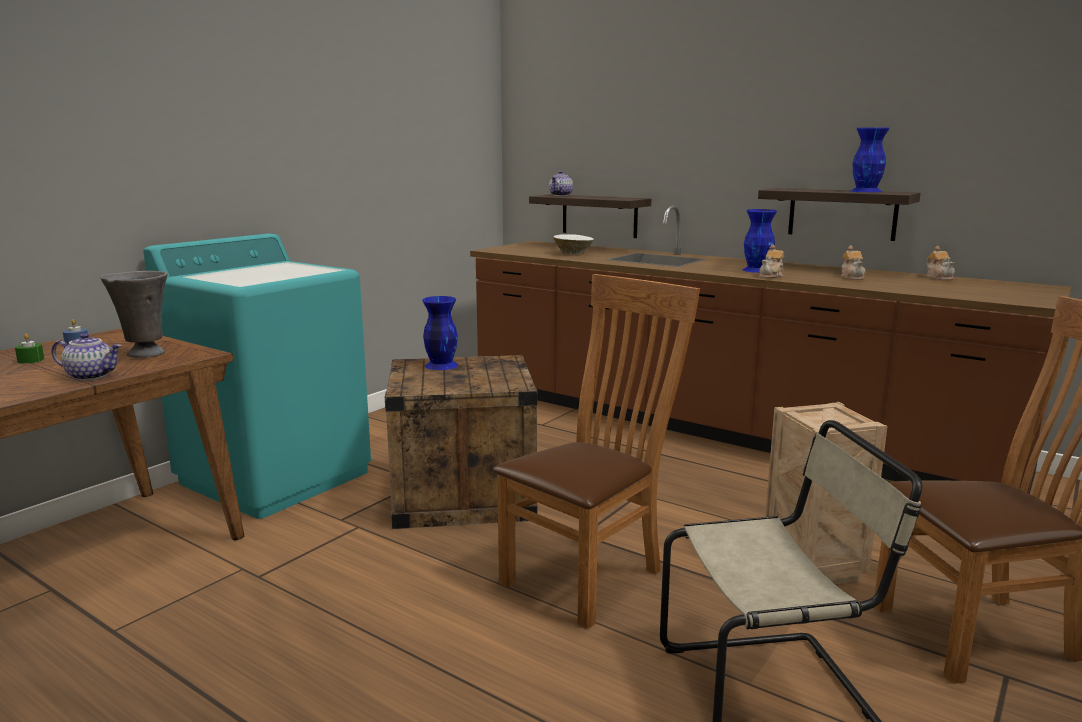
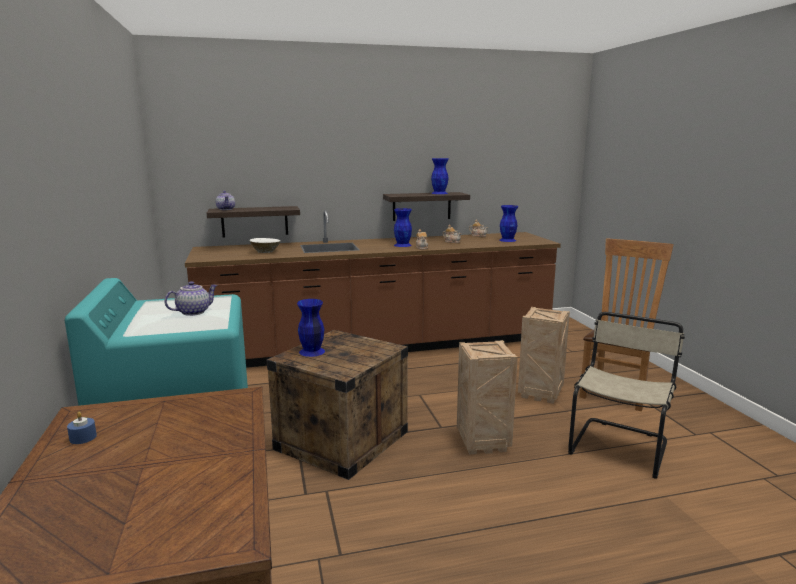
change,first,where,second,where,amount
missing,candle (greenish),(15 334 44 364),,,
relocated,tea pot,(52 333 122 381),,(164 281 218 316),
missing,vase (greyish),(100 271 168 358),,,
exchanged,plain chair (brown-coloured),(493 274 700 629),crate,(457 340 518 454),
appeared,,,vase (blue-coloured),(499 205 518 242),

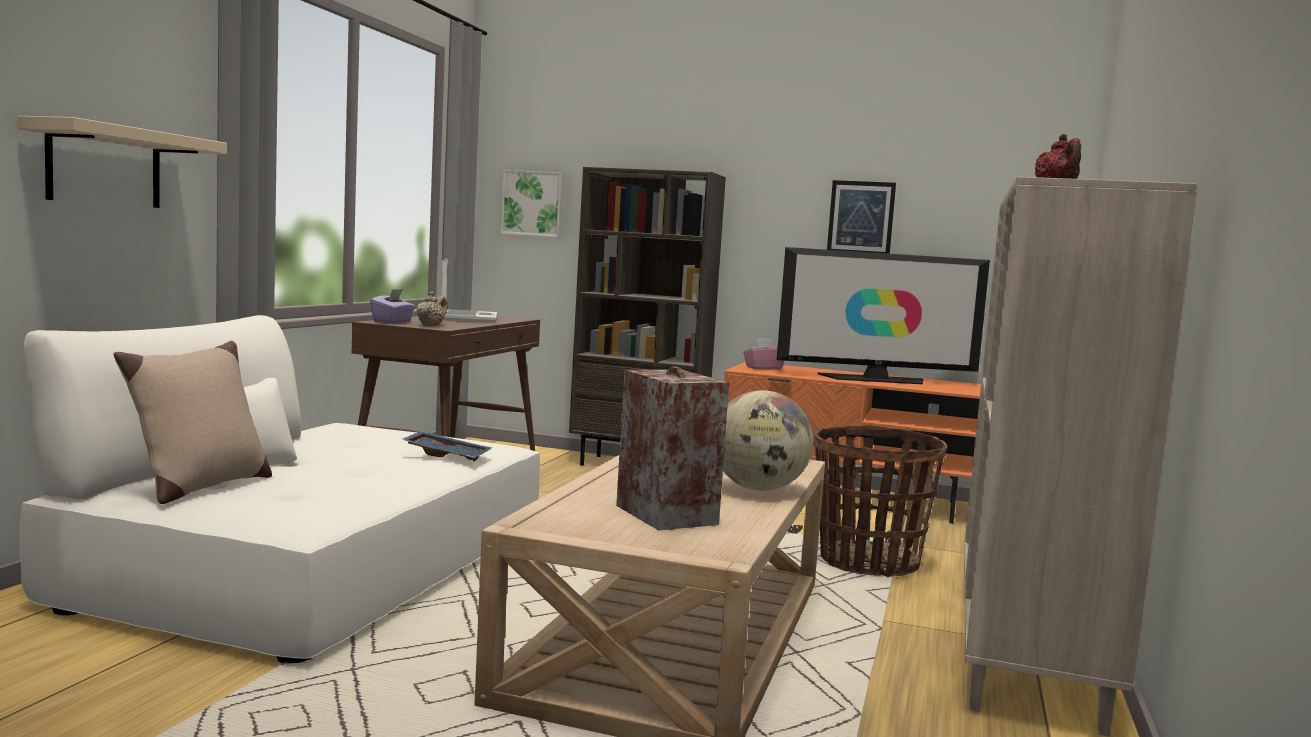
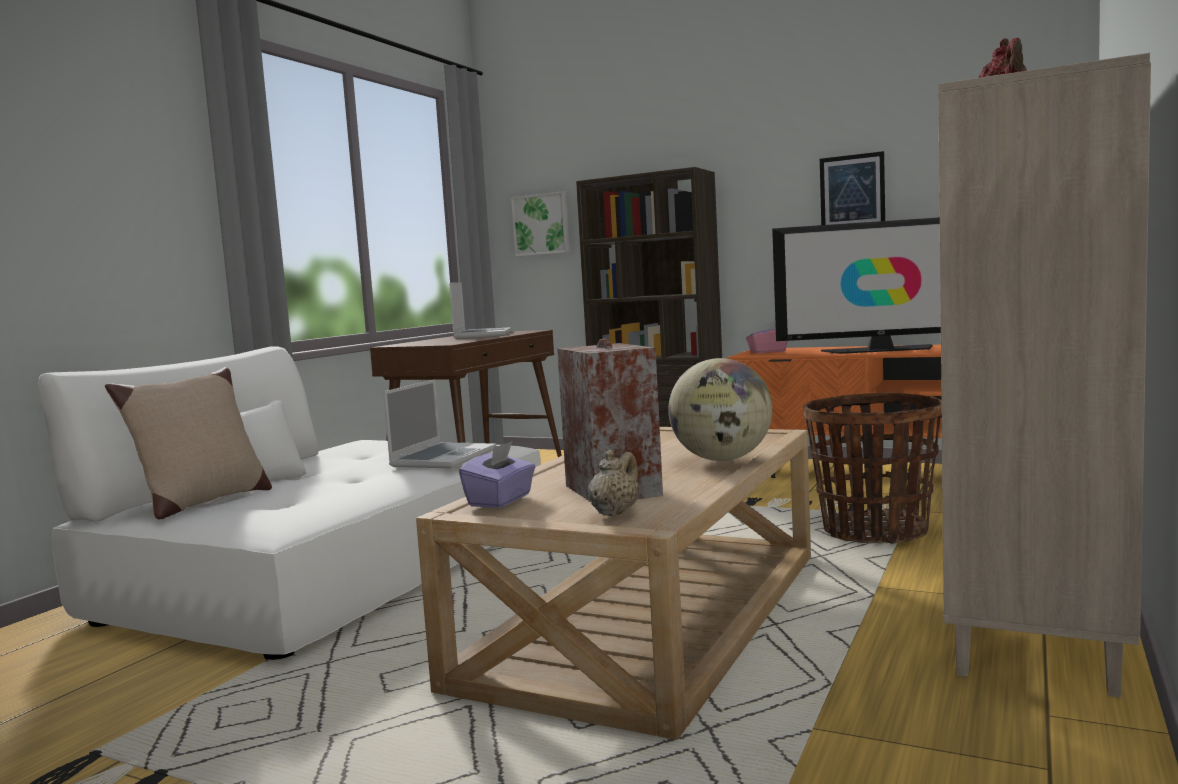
change,first,where,second,where,amount
missing,shelf (sand-coloured),(18 116 227 208),,,
relocated,box of tissues (purplish),(370 289 415 324),,(459 441 535 508),
exchanged,carrying tray (blue-coloured),(401 431 492 461),portable computer,(383 379 496 468),
relocated,tea pot (sand-coloured),(417 292 448 326),,(588 450 638 517),

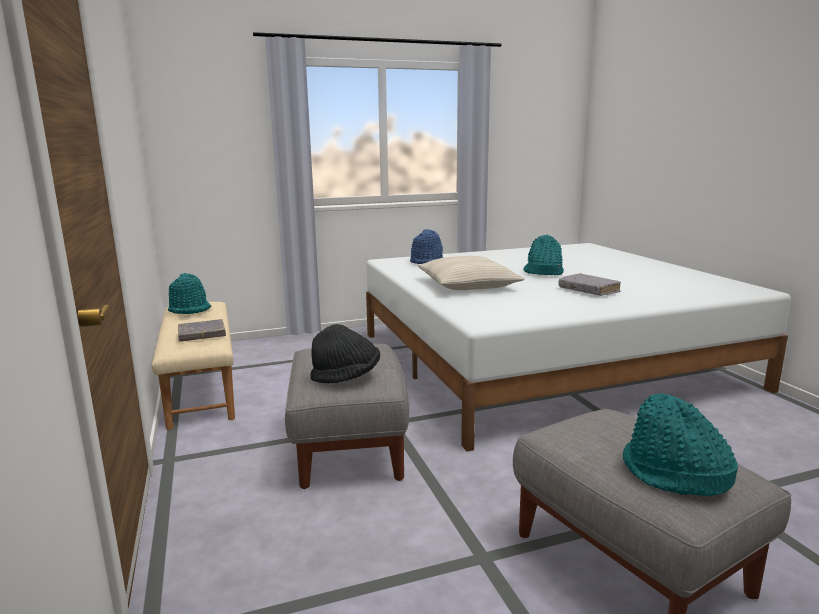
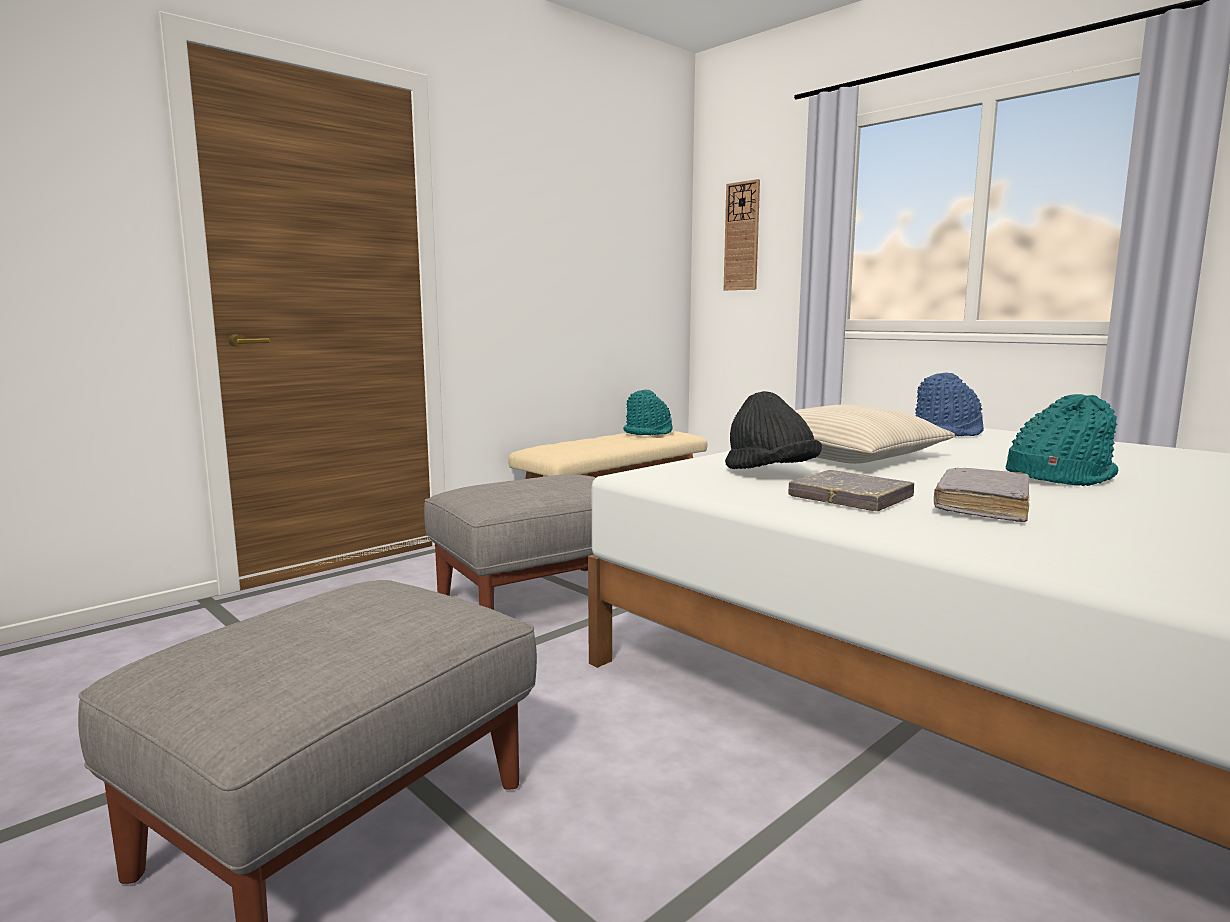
change,first,where,second,where,amount
relocated,volume (greyish),(178 319 226 342),,(788 470 914 511),
relocated,hat (black-coloured),(310 324 380 383),,(725 391 822 469),
missing,hat (blue-green),(623 393 738 496),,,
appeared,,,clock on the wall,(724 179 760 290),

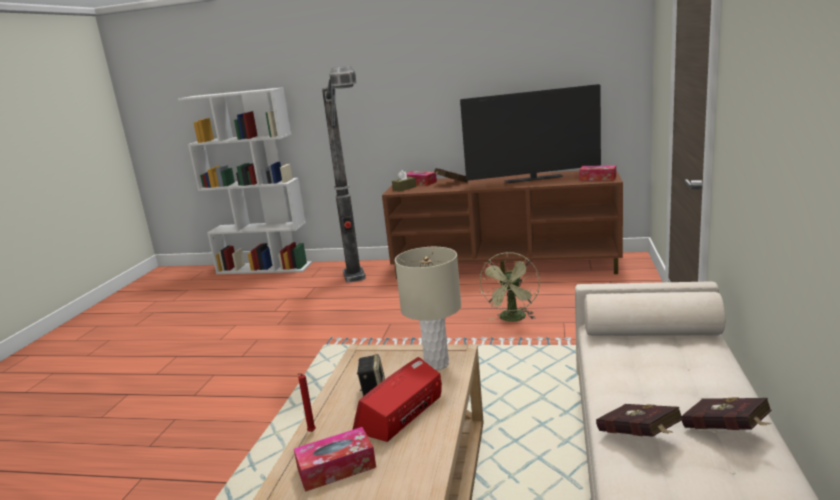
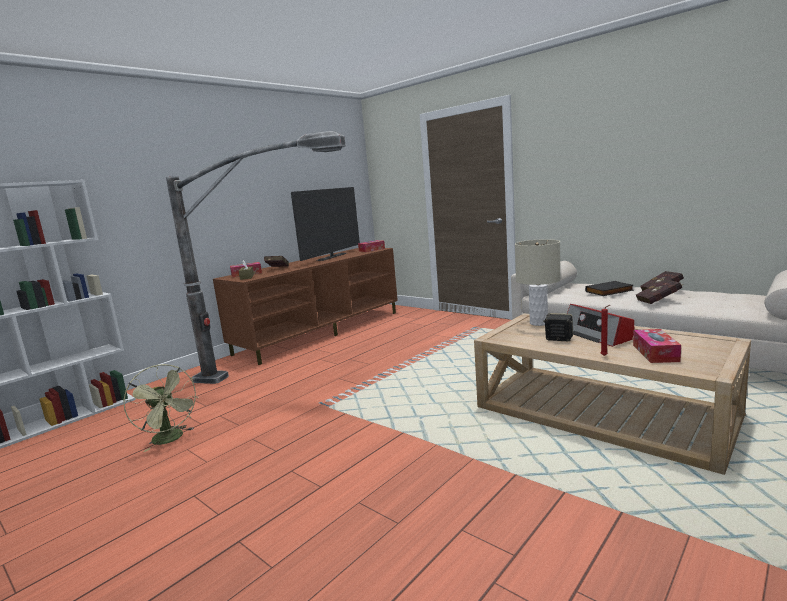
change,first,where,second,where,amount
relocated,fan (greenish),(479 252 540 322),,(123 364 199 452),
appeared,,,volume (black-coloured),(585 281 633 296),

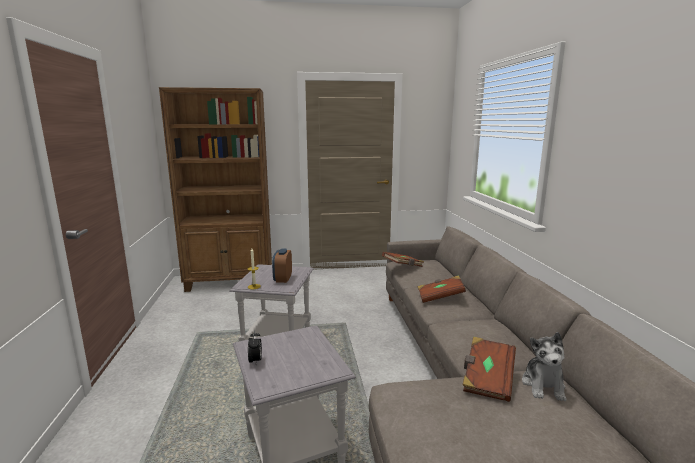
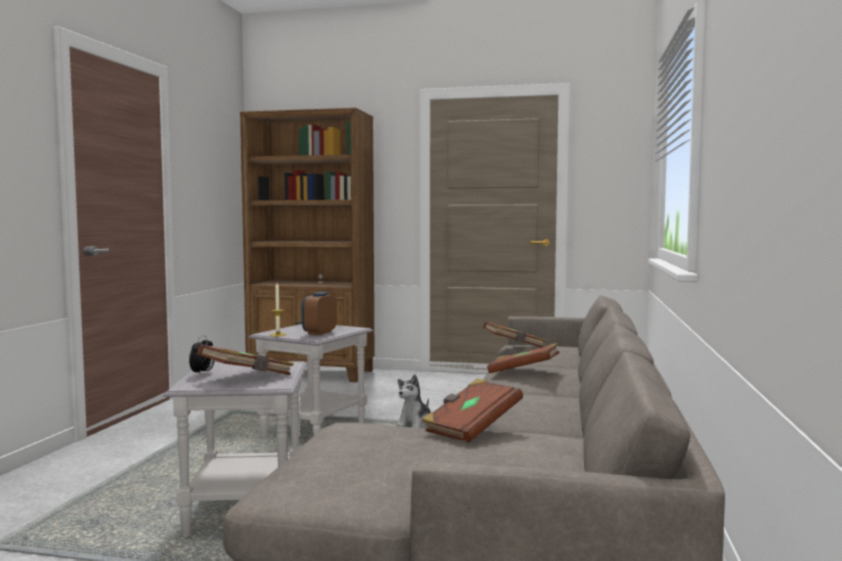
change,first,where,second,where,amount
relocated,soft toy,(522 332 567 401),,(396 374 431 428),
appeared,,,volume (brown-coloured),(197 345 294 375),

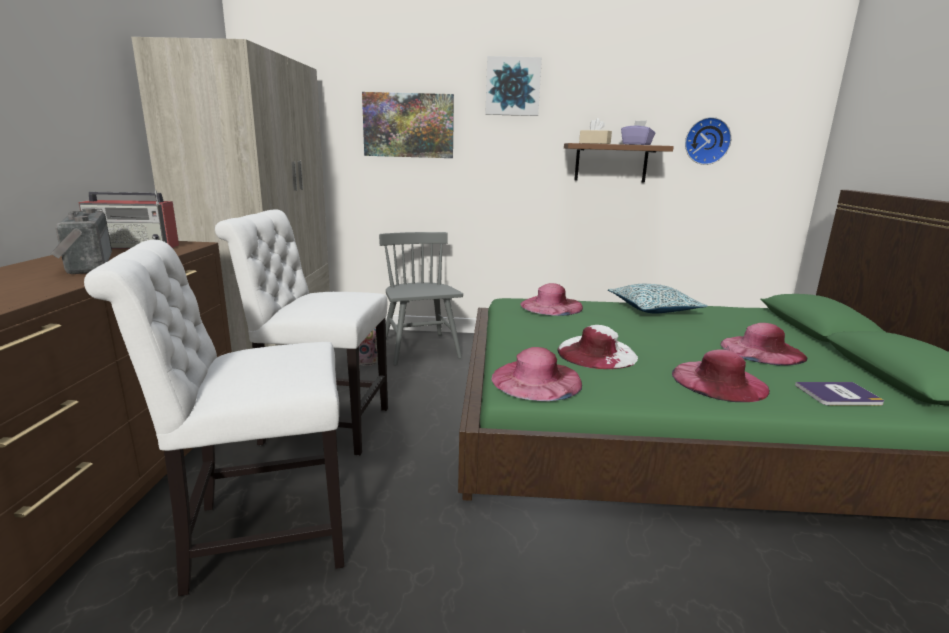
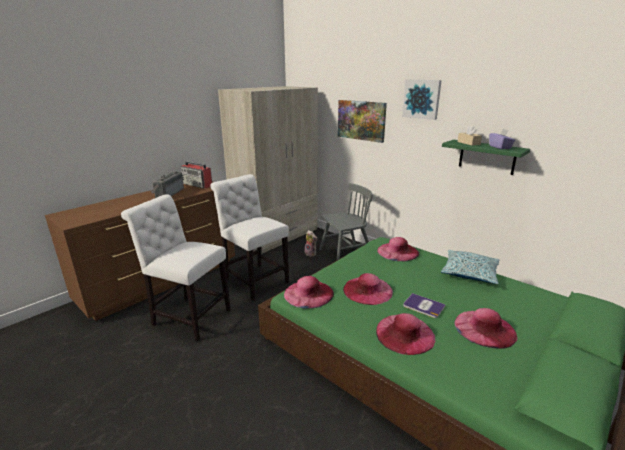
change,first,where,second,where,amount
spun,plain chair (greyish),(379 232 463 366),,(319 183 373 261),45 degrees clockwise
colour,hat (whitish),(557 325 638 369),hat (pink-coloured),(343 273 393 305),
colour,shelf (brown-coloured),(564 143 674 183),shelf (greenish),(442 140 530 175),
missing,clock on the wall,(685 117 732 165),,,
relocated,volume,(795 382 884 406),,(403 293 445 318),

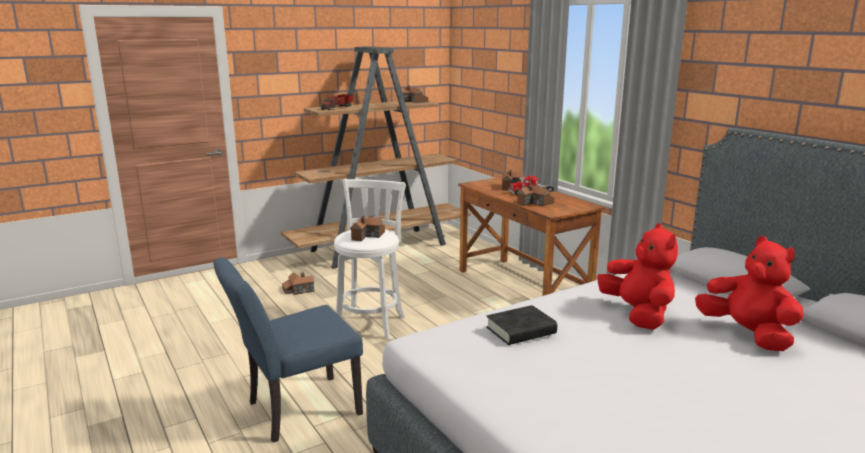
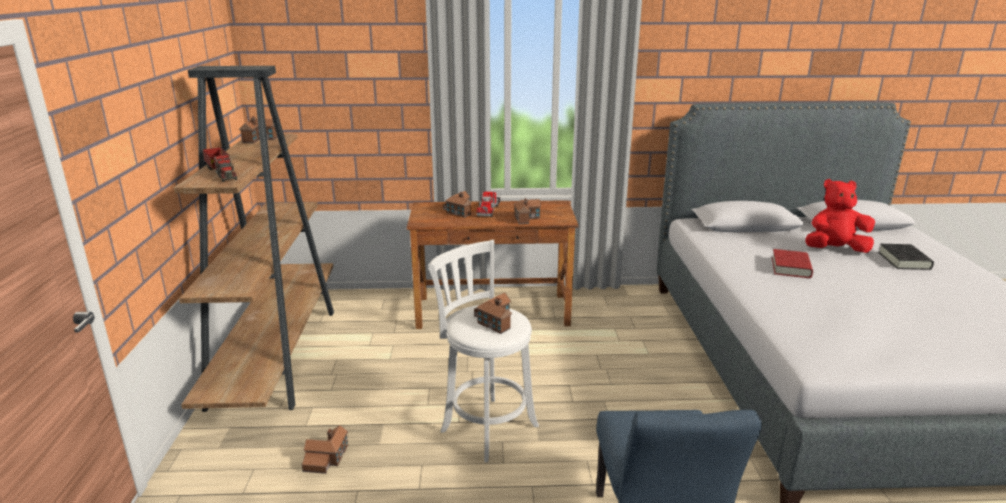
change,first,where,second,where,amount
relocated,volume (black-coloured),(486 305 557 345),,(878 244 934 270),
exchanged,soft toy (reddish),(597 223 678 330),volume (reddish),(772 249 813 278),

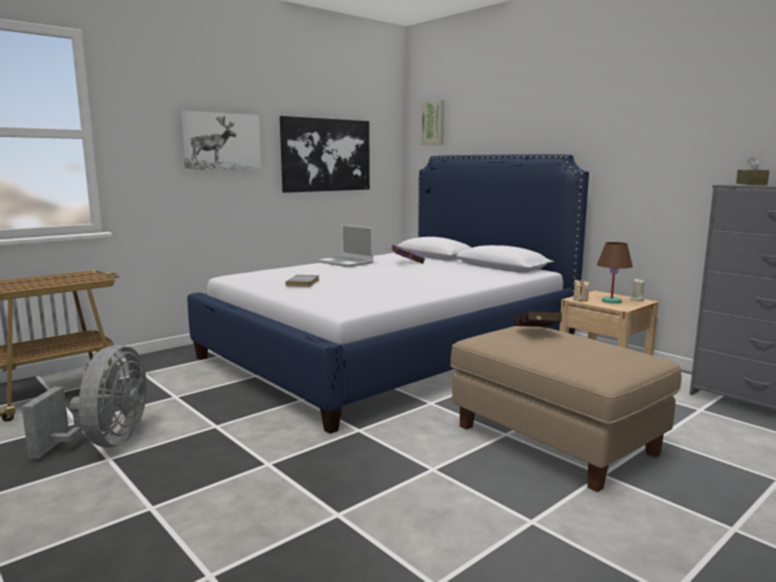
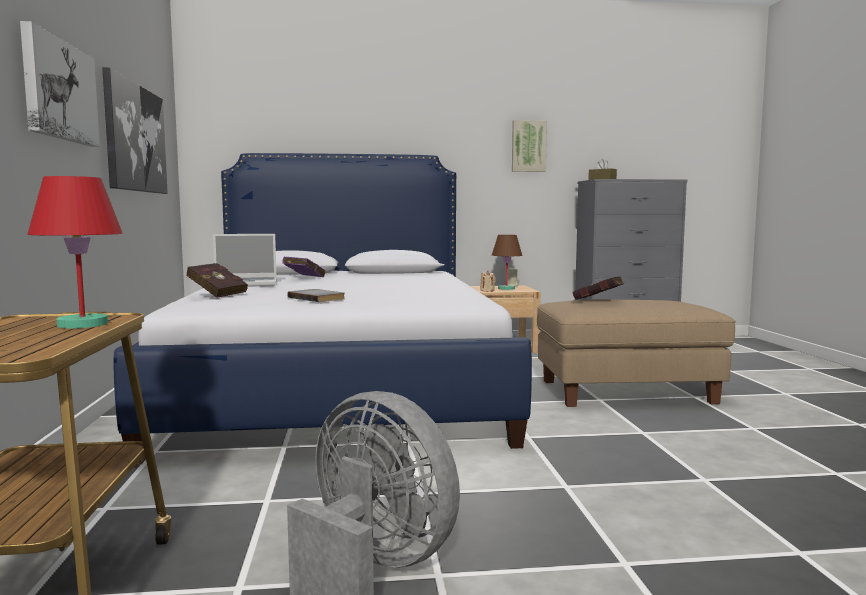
change,first,where,second,where,amount
relocated,picture,(420 100 444 145),,(512 120 547 172),
appeared,,,tabletop lamp (reddish),(27 176 123 329),
appeared,,,volume (reddish),(186 263 248 298),

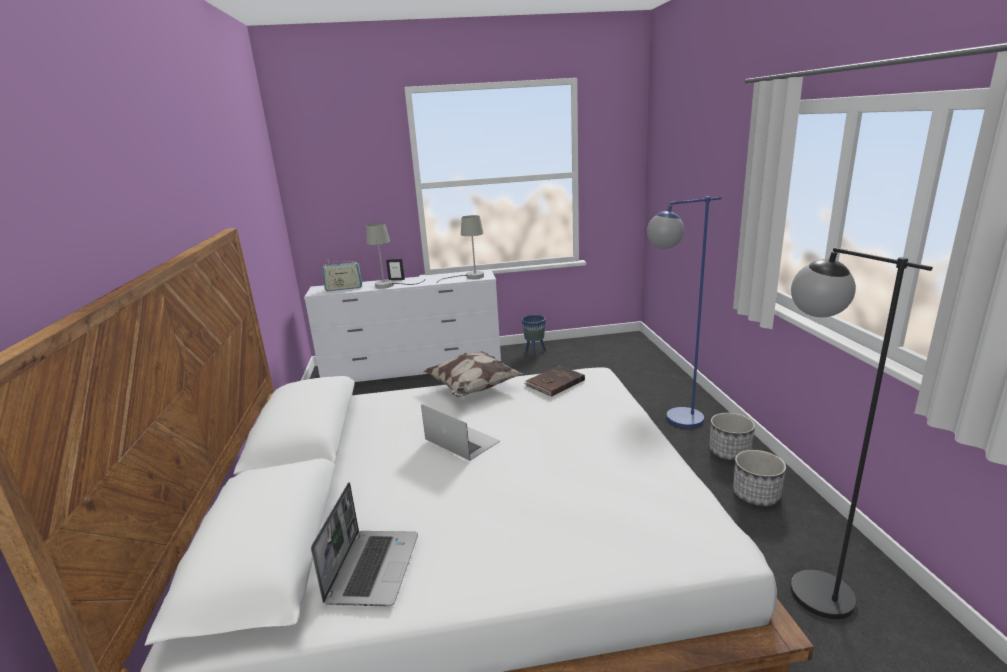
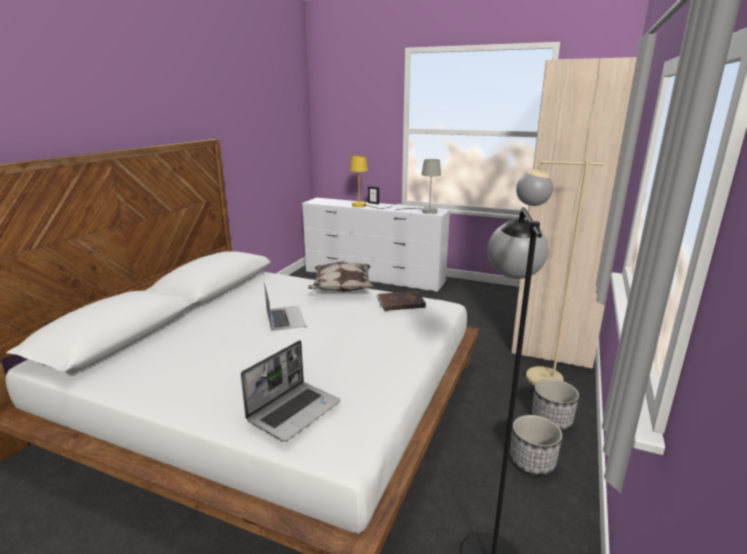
change,first,where,second,where,amount
relocated,portable computer,(311 482 418 606),,(241 340 340 442),
missing,radio set,(322 261 362 291),,,
colour,tabletop lamp (greyish),(366 223 425 289),tabletop lamp (yellow),(350 156 392 209),
missing,planter (blue-coloured),(522 315 546 357),,,
colour,standing lamp (blue-coloured),(647 197 722 428),standing lamp (sand-coloured),(516 161 604 386),
appeared,,,armoire (sand-coloured),(511 57 637 369),

